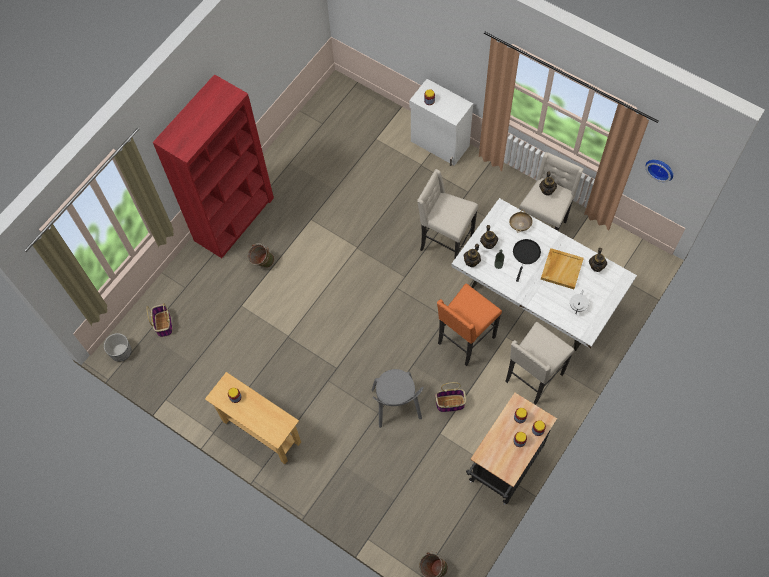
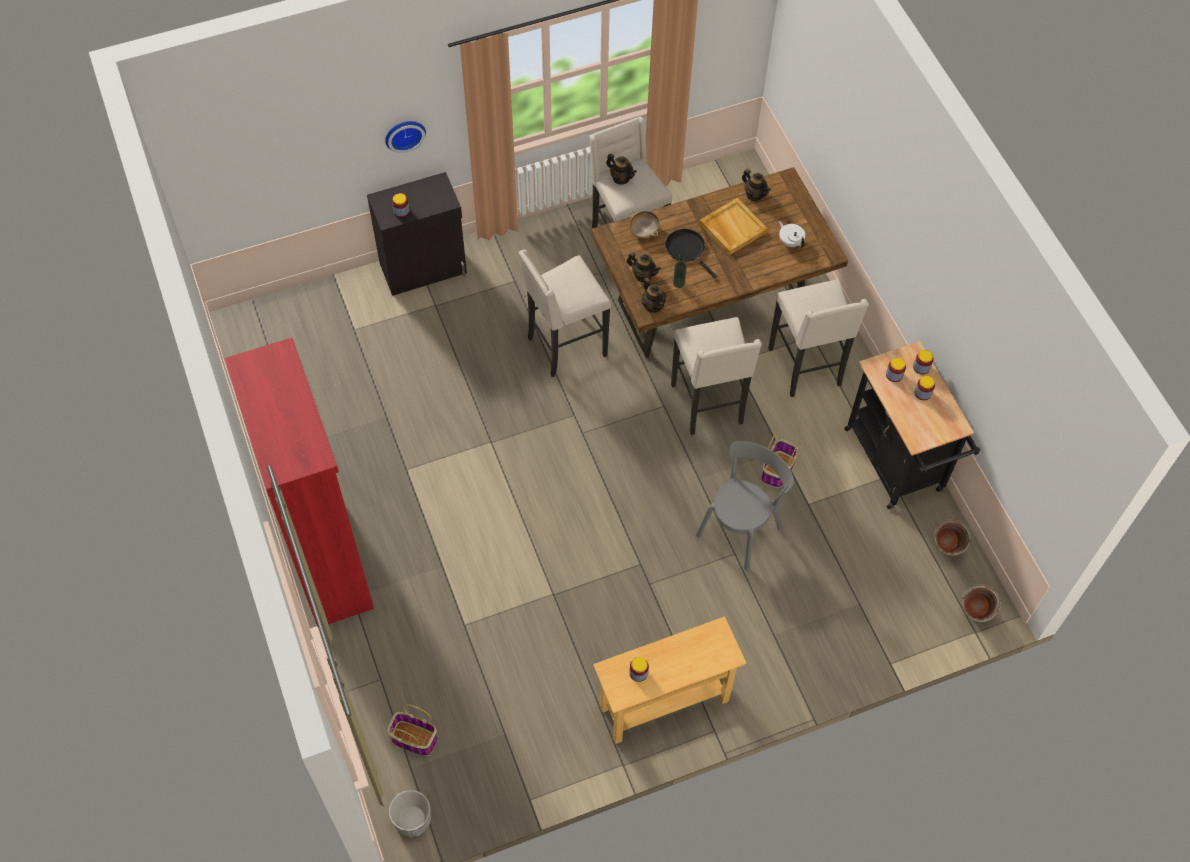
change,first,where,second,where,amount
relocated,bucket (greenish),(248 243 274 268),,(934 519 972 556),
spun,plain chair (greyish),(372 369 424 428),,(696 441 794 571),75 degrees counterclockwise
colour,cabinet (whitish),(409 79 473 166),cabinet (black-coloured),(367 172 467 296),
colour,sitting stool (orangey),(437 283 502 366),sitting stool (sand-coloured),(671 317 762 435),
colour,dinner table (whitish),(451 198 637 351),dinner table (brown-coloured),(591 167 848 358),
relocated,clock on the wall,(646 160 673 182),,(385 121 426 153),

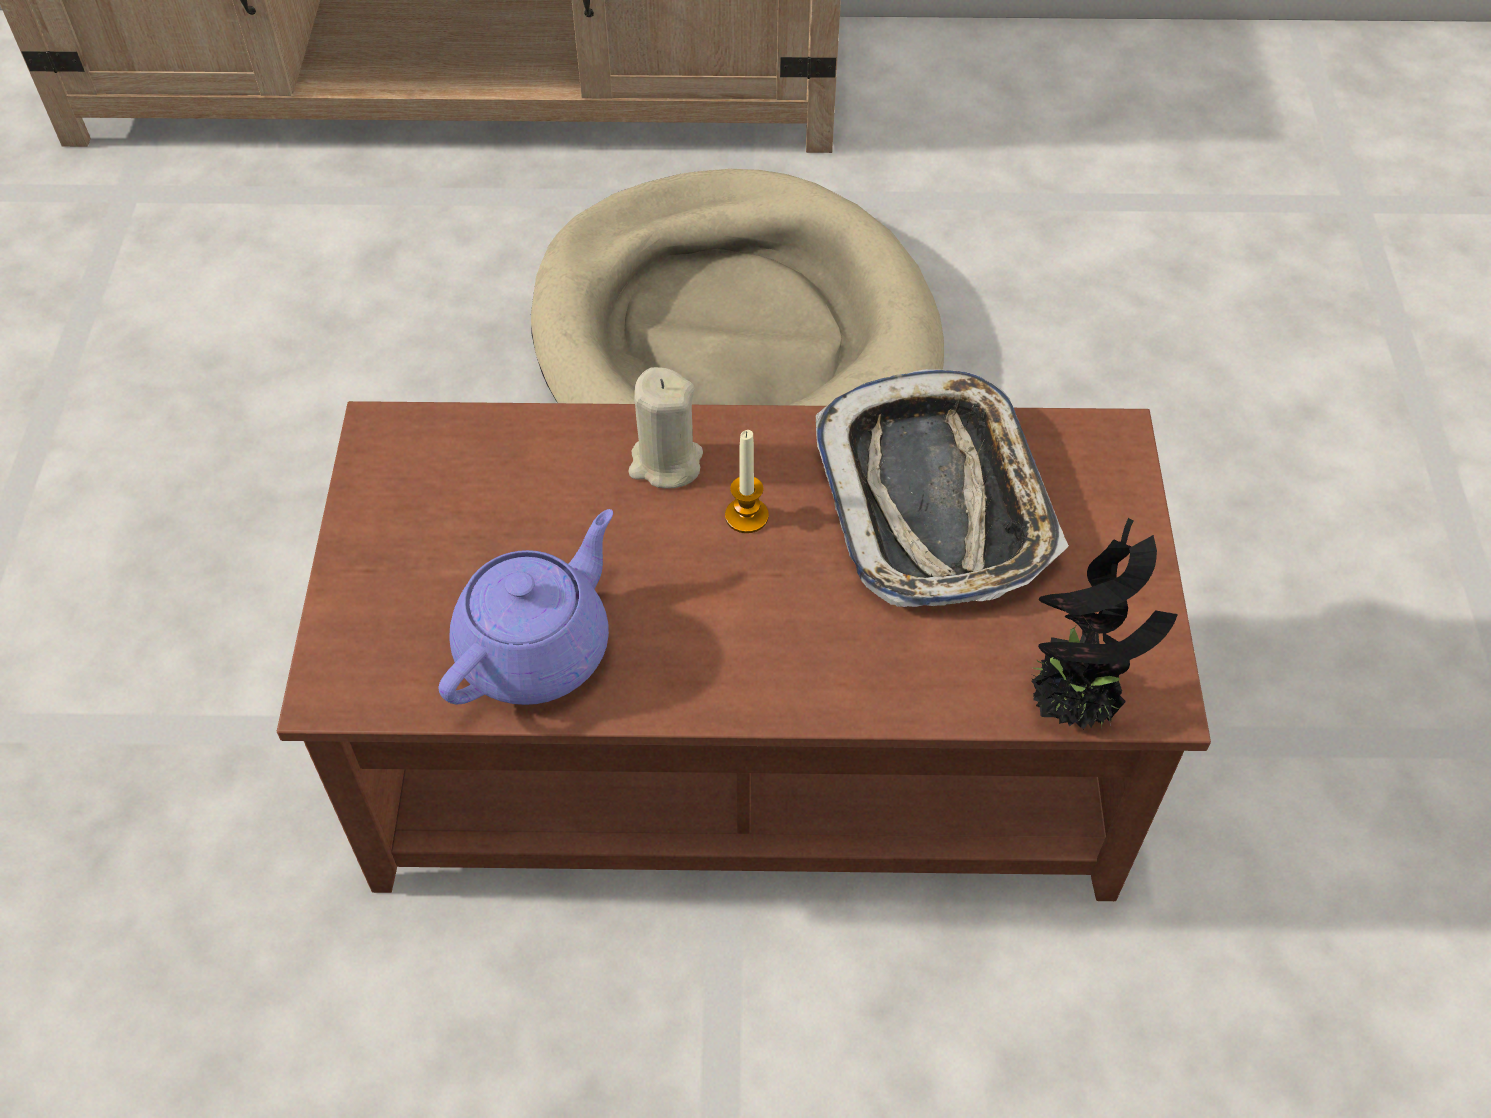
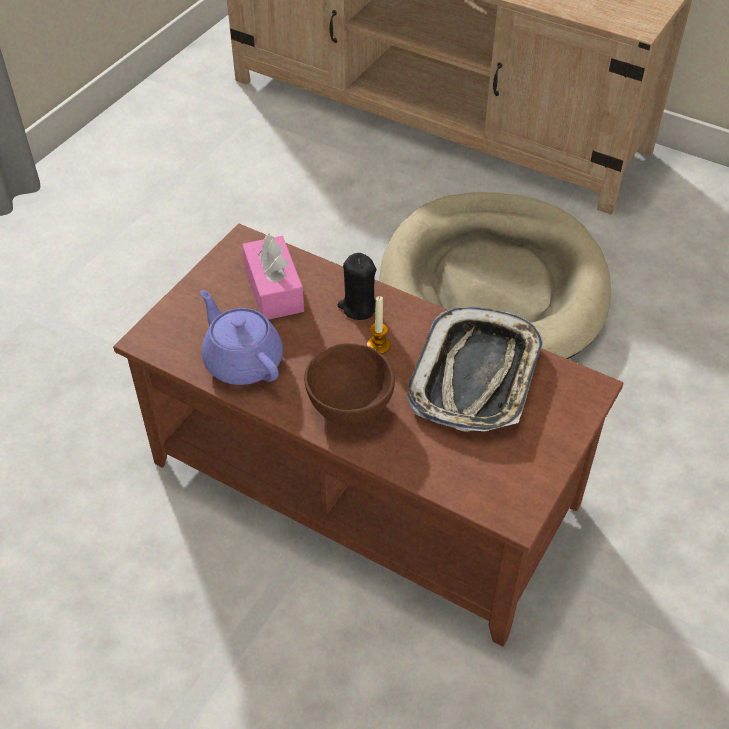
change,first,where,second,where,amount
spun,tea pot (purplish),(438 509 613 705),,(201 290 283 385),105 degrees counterclockwise
colour,candle (sand-coloured),(629 367 703 489),candle (black-coloured),(338 253 376 320),
missing,potted plant,(1032 518 1178 730),,,
appeared,,,box of tissues (pink-coloured),(242 234 304 320),
appeared,,,bowl (brown-coloured),(304 343 395 425),

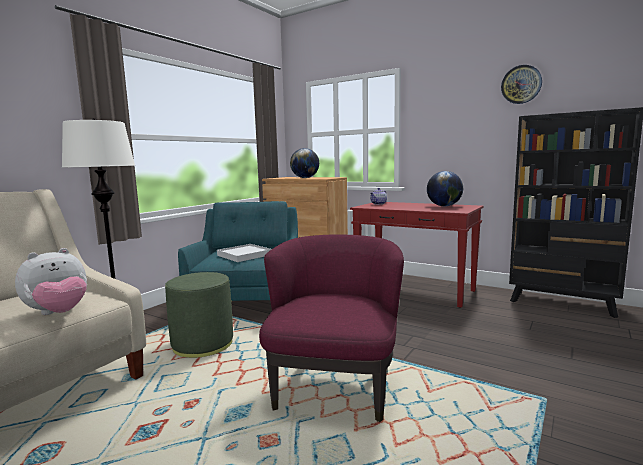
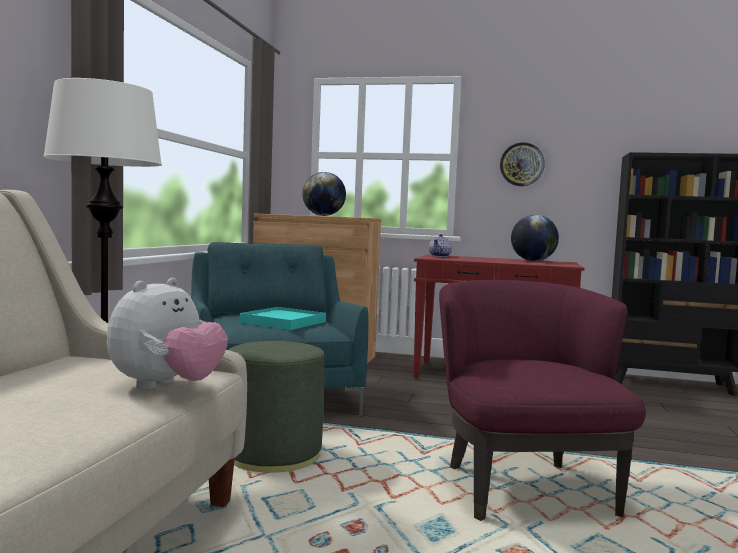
change,first,where,second,where,amount
colour,carrying tray (whitish),(217 244 271 262),carrying tray (blue-green),(240 307 326 330),
relocated,clock on the wall,(501 65 542 104),,(500 142 545 186),

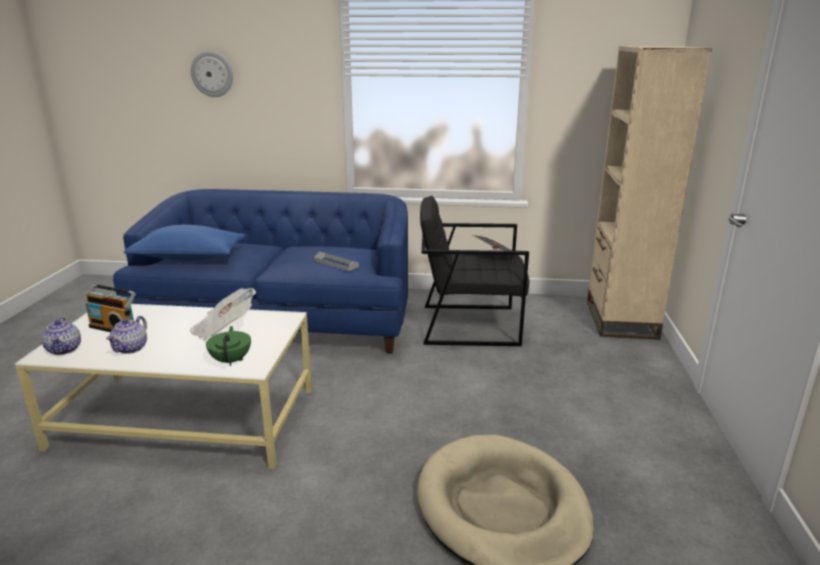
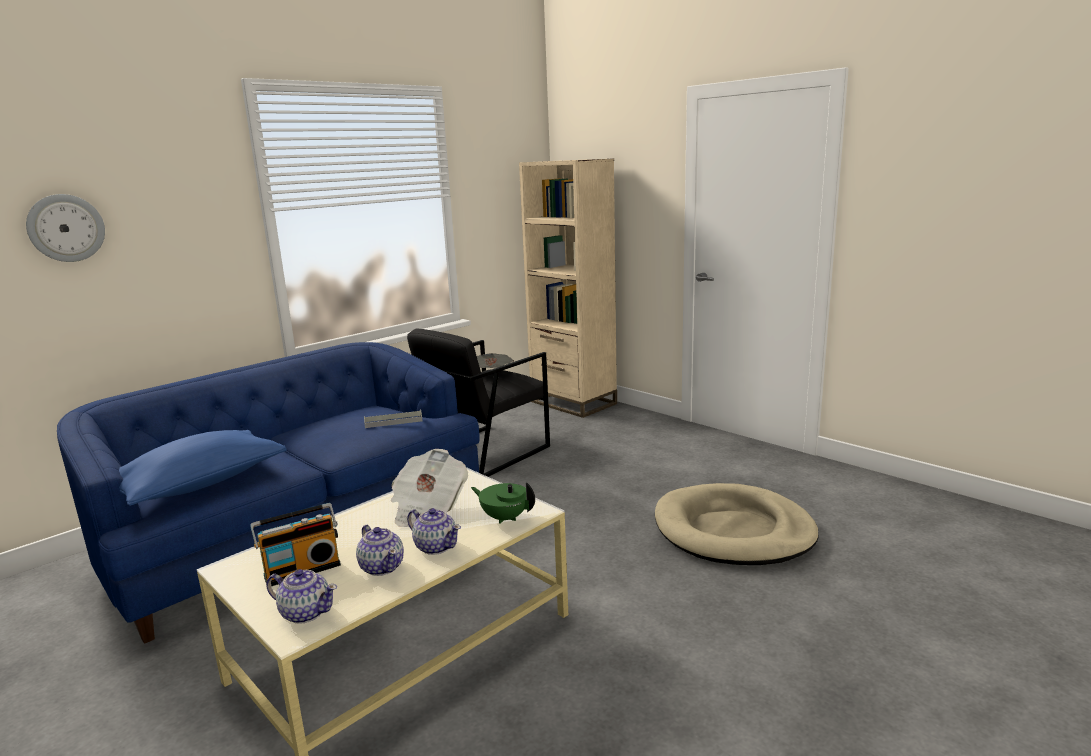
change,first,where,second,where,amount
appeared,,,tea pot,(407 508 461 555),

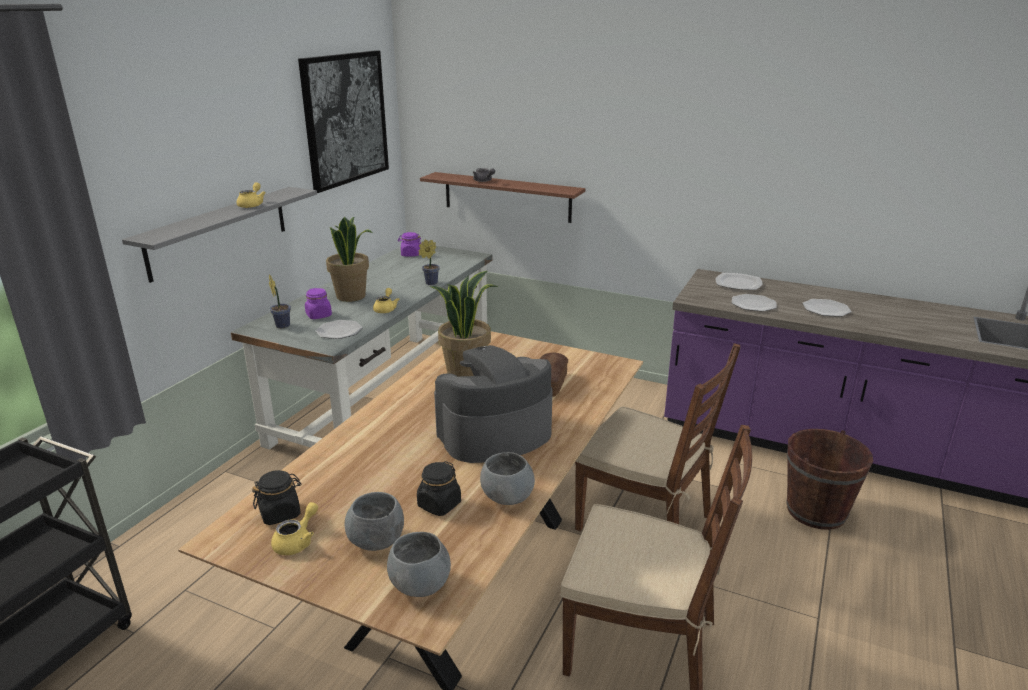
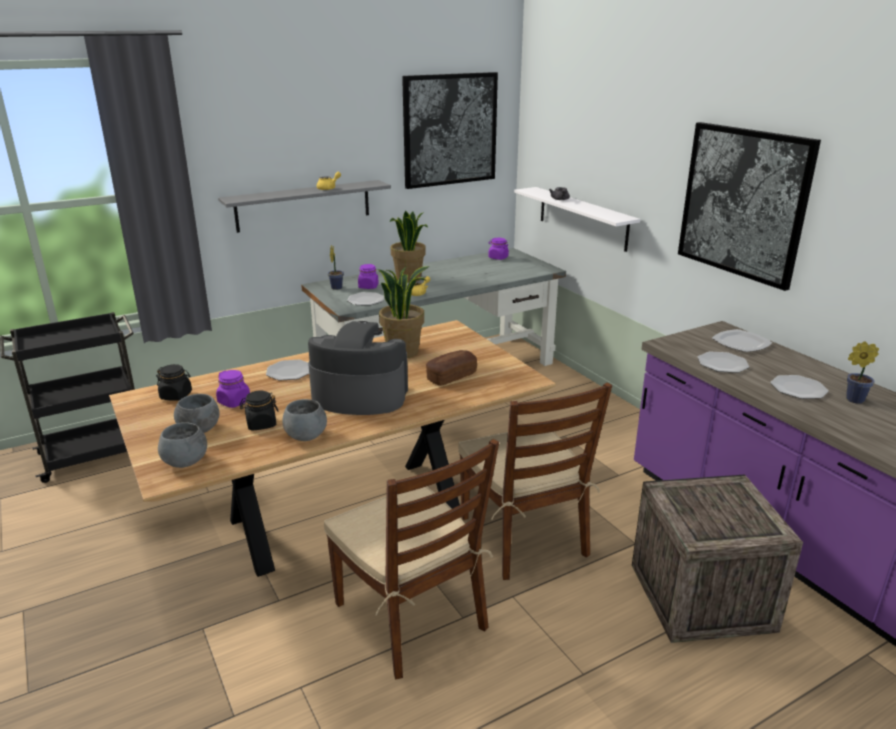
change,first,where,second,where,amount
missing,tea pot (yellow),(271 502 318 555),,,
relocated,potted plant,(418 239 440 285),,(846 341 879 404),
colour,shelf (brown-coloured),(420 172 585 223),shelf (whitish),(514 187 640 252),
exchanged,bucket (brown-coloured),(787 429 873 530),crate,(632 474 803 643),
appeared,,,jar (purplish),(216 370 250 408),
appeared,,,dinner plate,(266 360 309 380),
appeared,,,picture,(678 122 821 291),

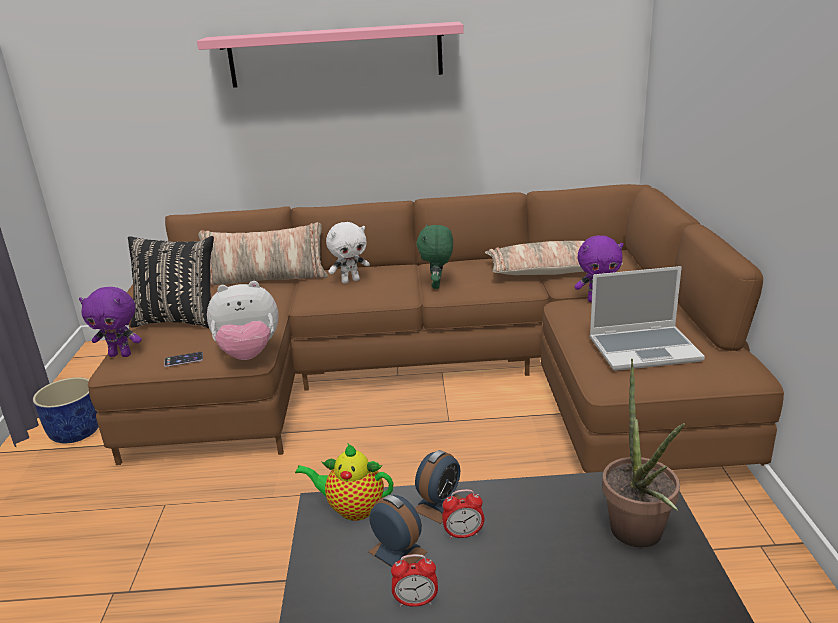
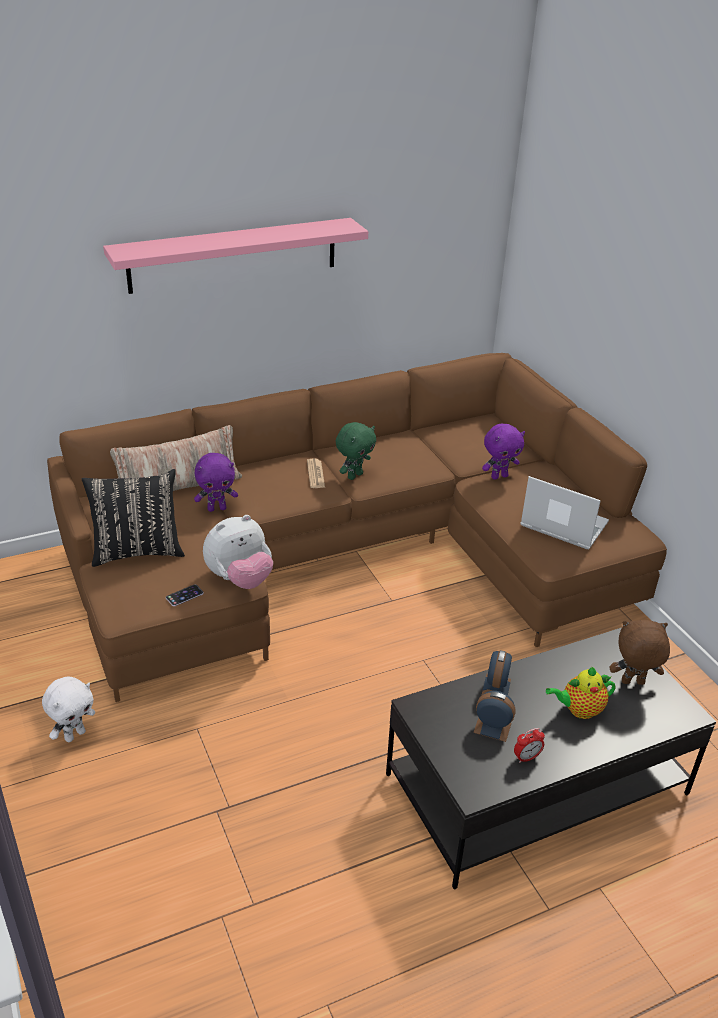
change,first,where,second,where,amount
missing,planter (blue-coloured),(33 377 99 443),,,
relocated,soft toy (purplish),(79 287 142 357),,(194 453 238 512),
relocated,tea pot,(295 443 393 521),,(546 667 616 719),
relocated,soft toy (whitish),(326 222 370 284),,(42 677 95 742),
spun,soft toy (greenish),(416 224 453 289),,(336 422 376 480),120 degrees counterclockwise
missing,alarm clock,(442 489 484 539),,,
missing,pillow,(485 241 623 275),,,
spun,portable computer,(589 266 705 371),,(520 476 609 549),120 degrees counterclockwise
exchanged,potted plant,(602 359 685 548),soft toy (brown-coloured),(610 620 670 685),
appeared,,,daily paper,(307 458 325 488),

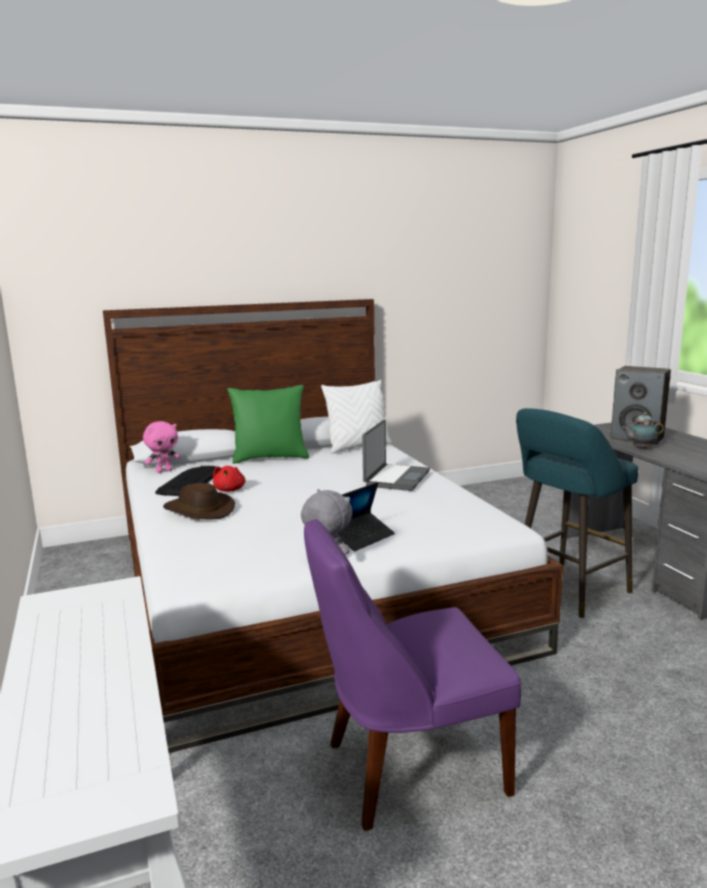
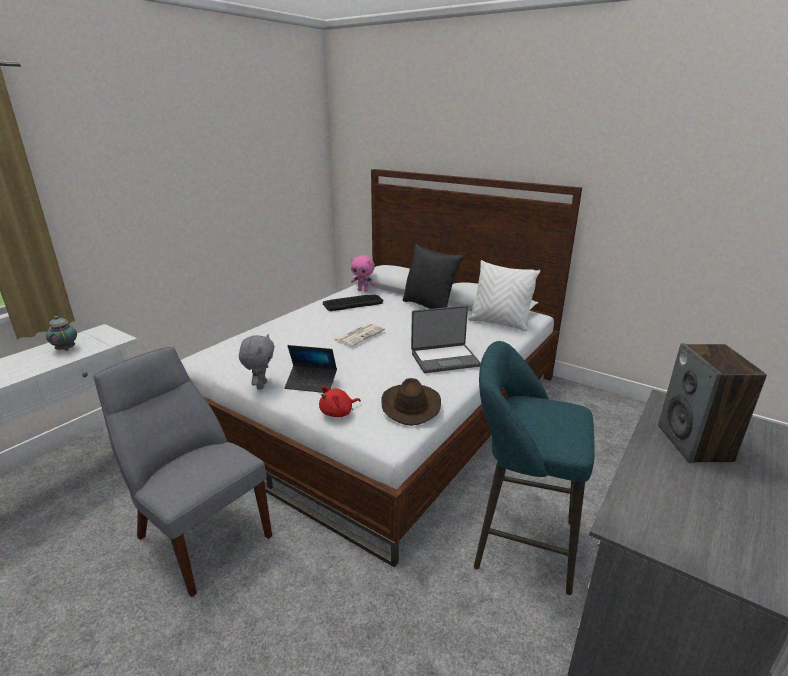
change,first,where,second,where,amount
relocated,hat (brown-coloured),(163 483 235 520),,(381 378 441 426),
relocated,soft toy (reddish),(213 466 246 492),,(319 386 361 417),
colour,pillow (greenish),(227 385 309 464),pillow (black-coloured),(402 243 463 309),
colour,plain chair (purplish),(304 519 521 831),plain chair (greyish),(94 347 272 597),
relocated,tea pot,(622 412 664 449),,(46 316 77 351),
appeared,,,daily paper,(333 323 385 347),

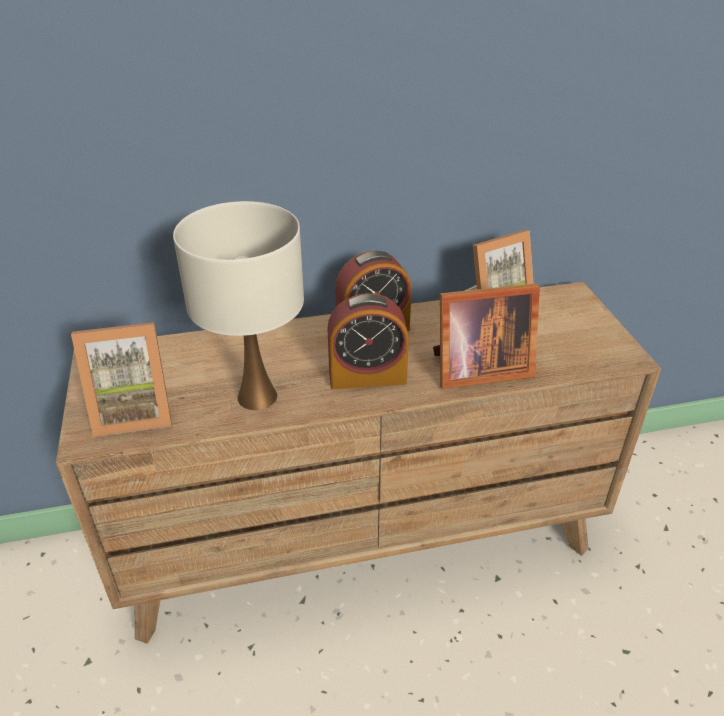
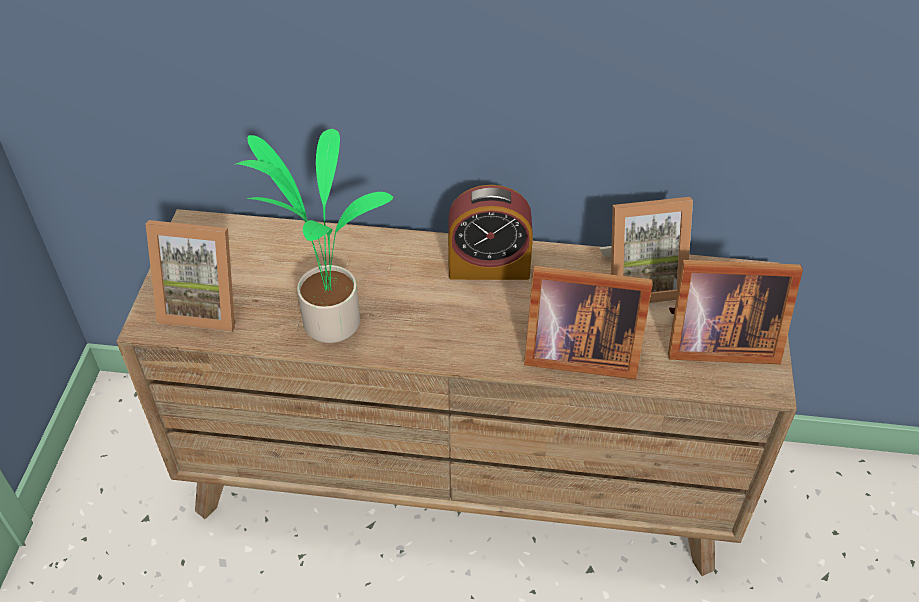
change,first,where,second,where,amount
exchanged,tabletop lamp (whitish),(173 201 304 410),potted plant,(234 129 394 343),
missing,alarm clock,(328 293 409 389),,,
appeared,,,photo frame,(668 260 803 364),

